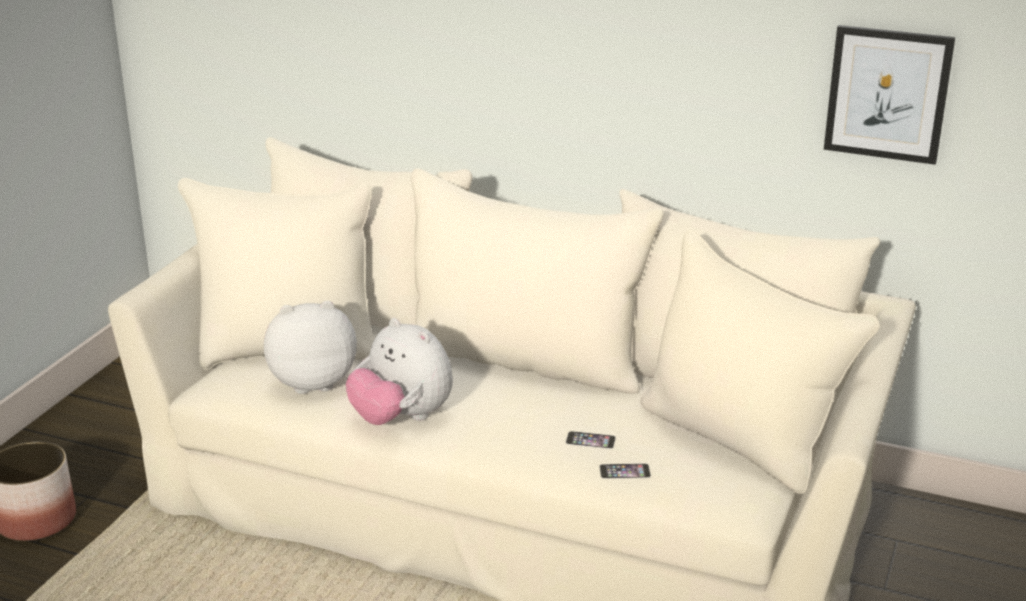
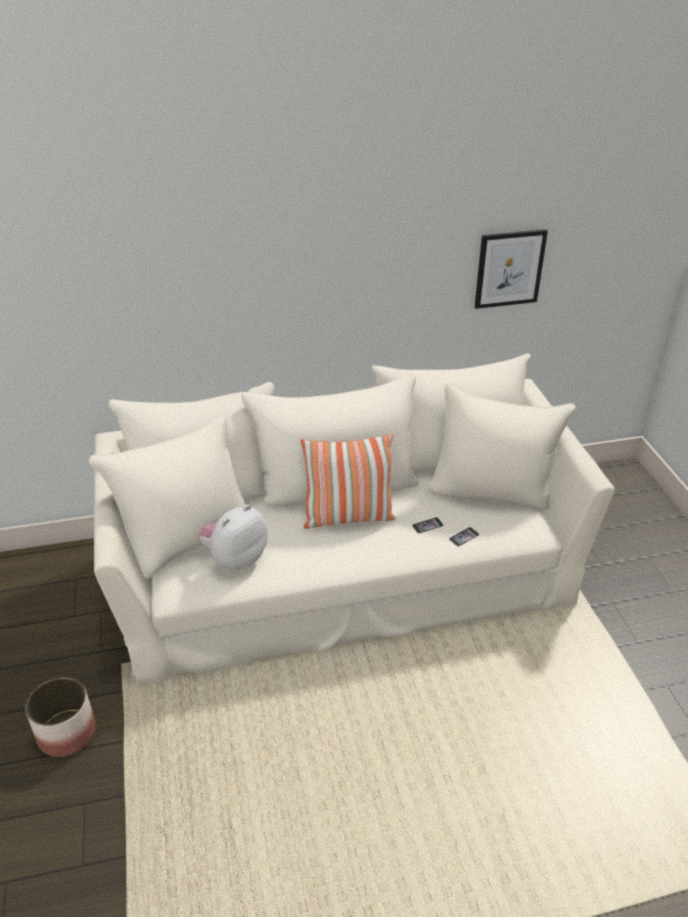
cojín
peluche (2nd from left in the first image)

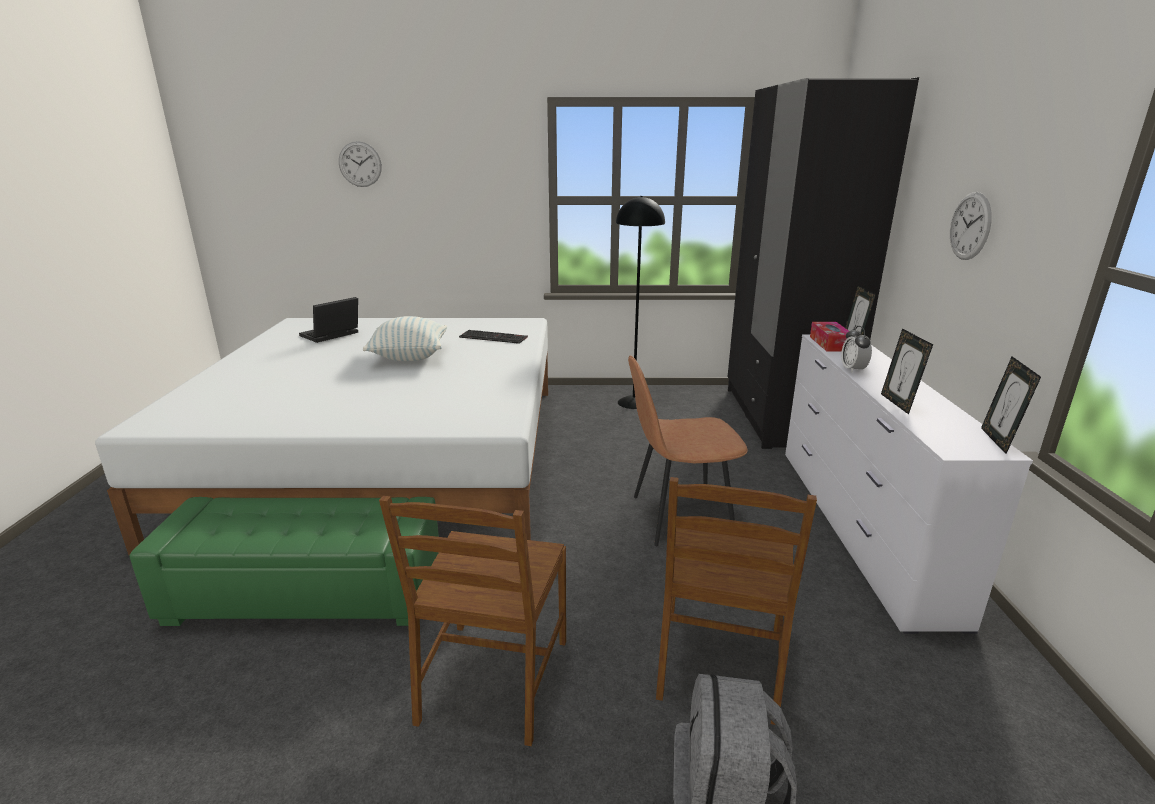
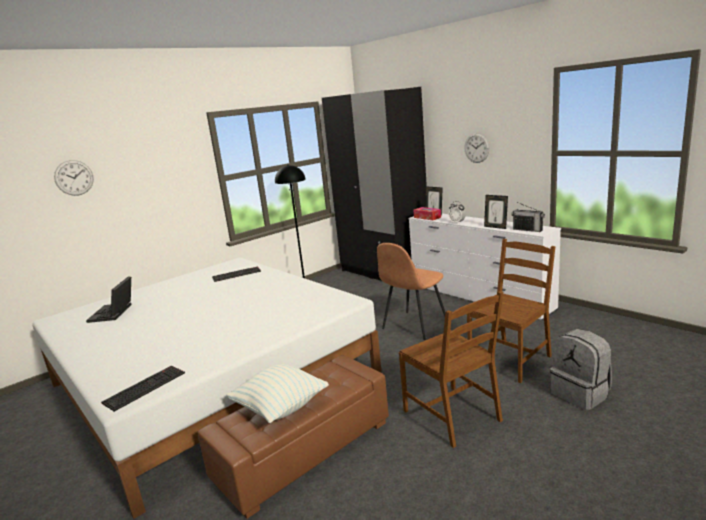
teclado (1st from left)
puf/marrón
cojín
silla/marrón (3rd from left)
radio
portarretratos (3rd from left in the first image)

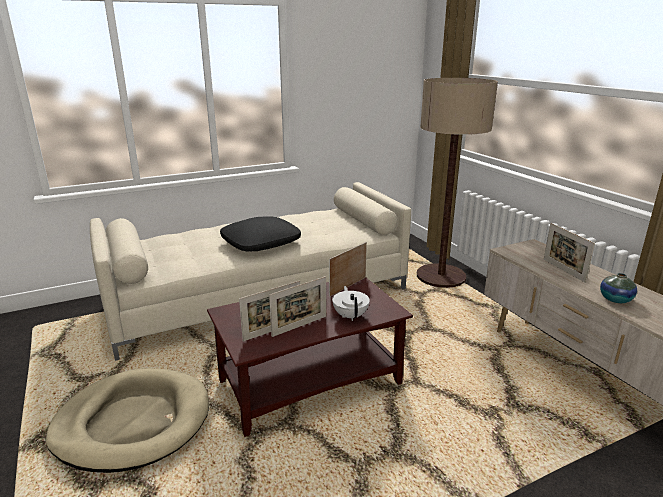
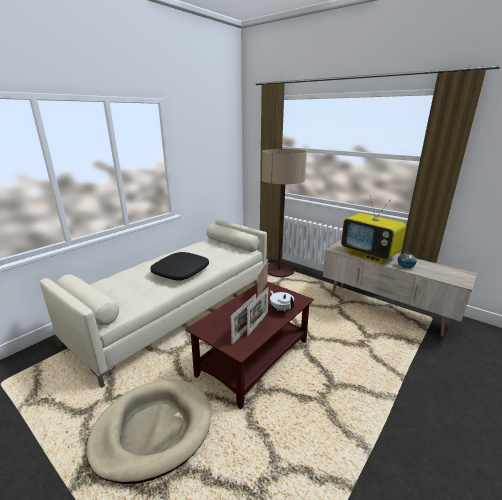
televisor

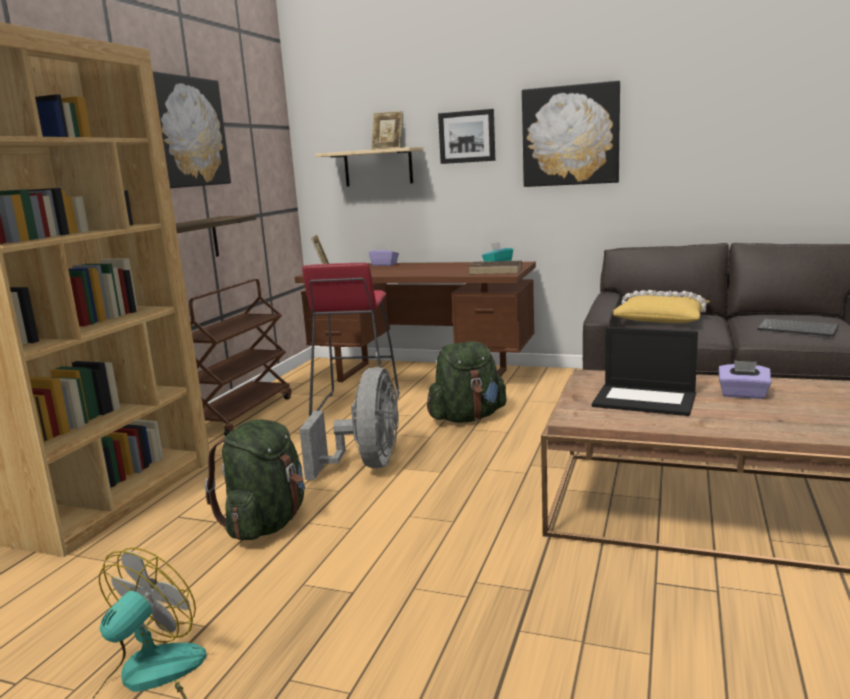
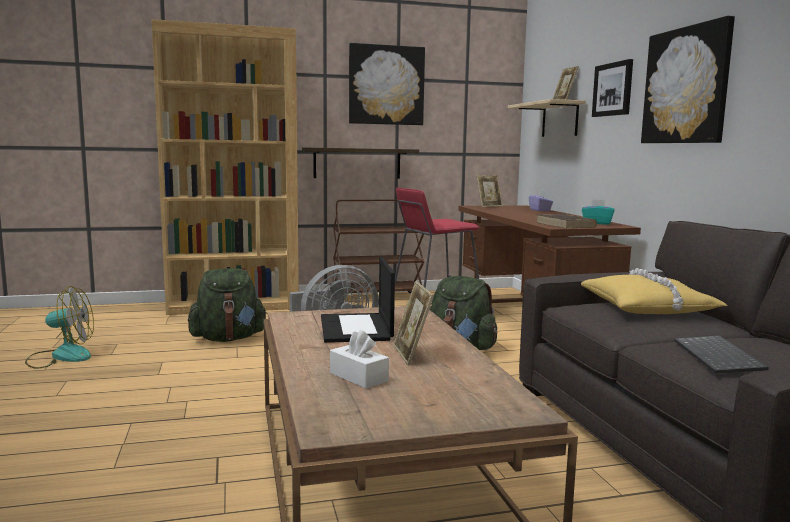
caja de pañuelos/blanco
portarretratos (1st from left)

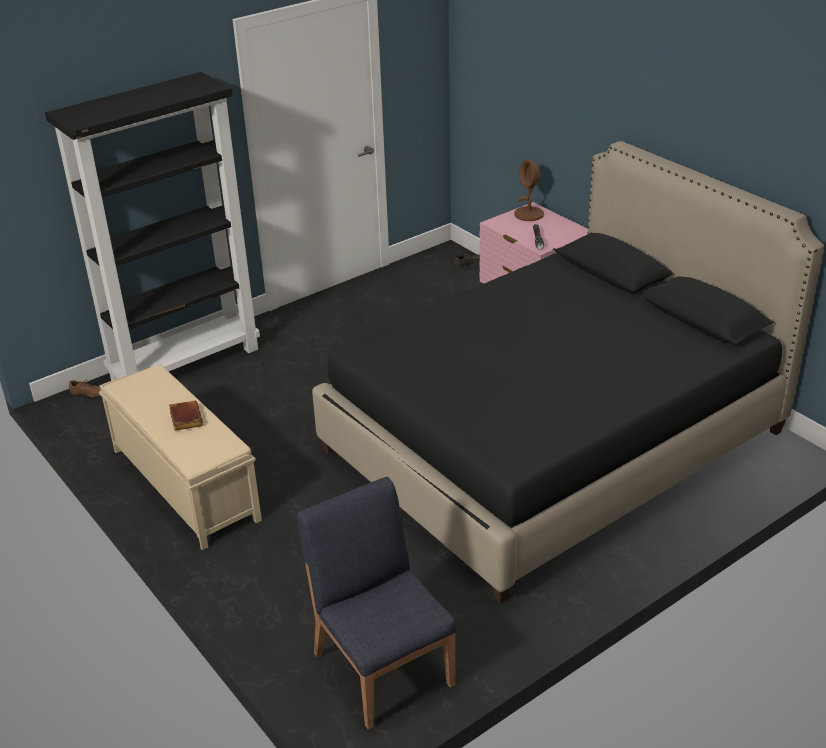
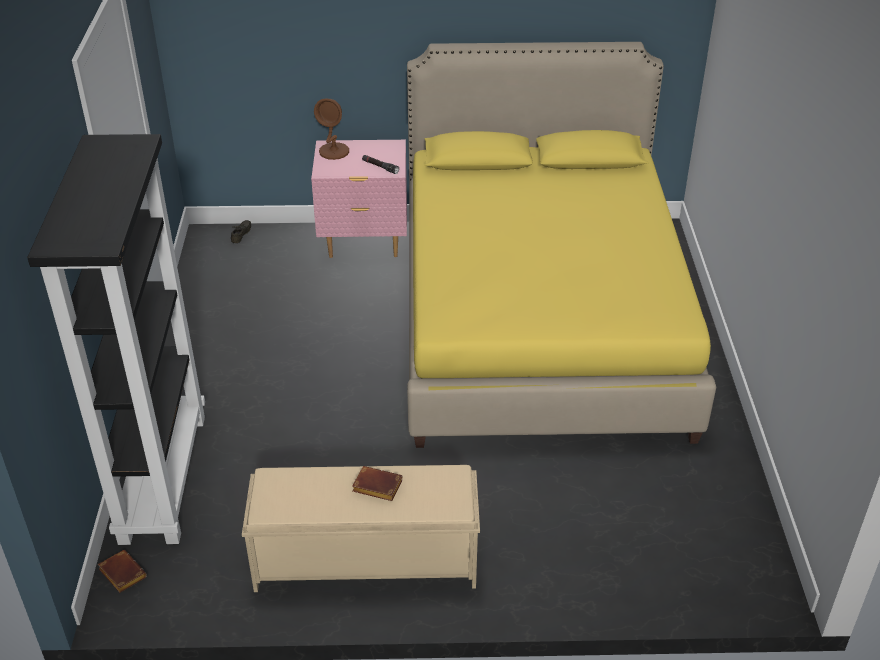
libro/marrón (1st from left)
cama/amarillo
silla/azul

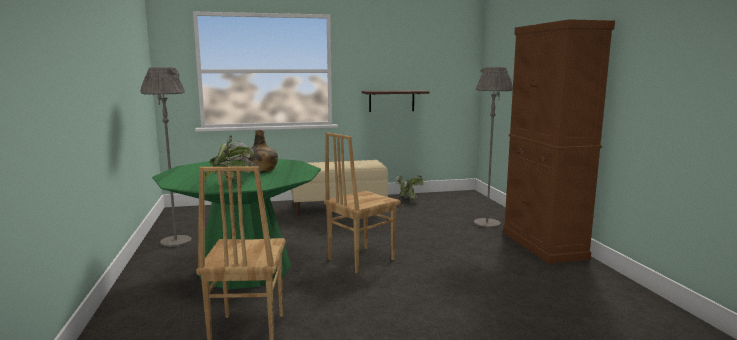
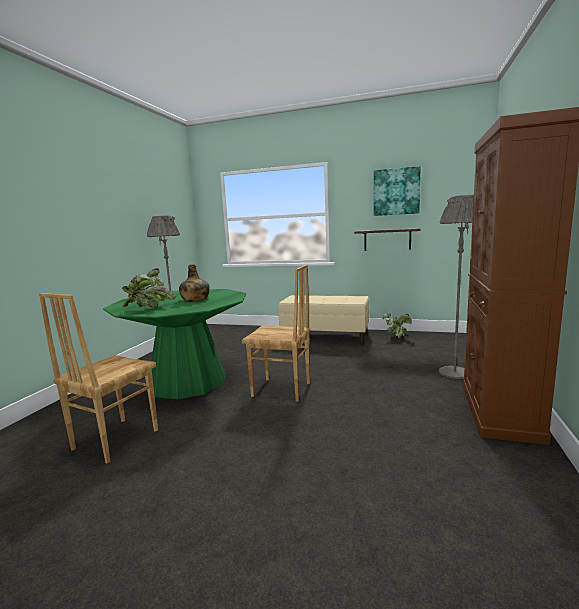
silla/marrón (2nd from left)
cuadro

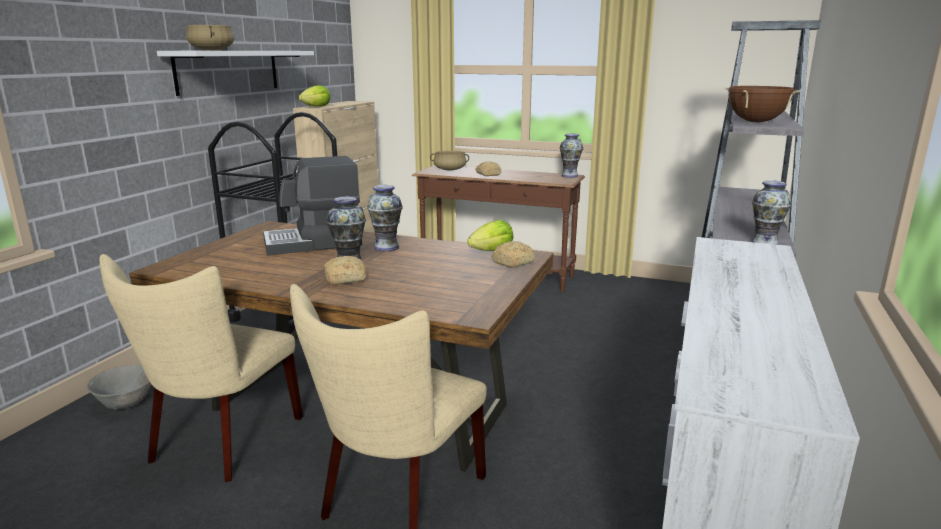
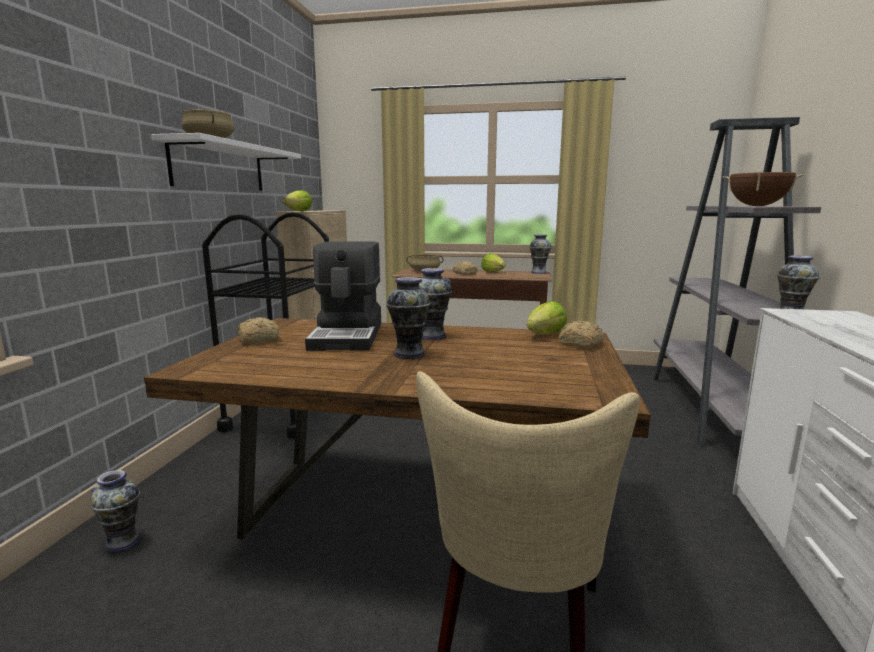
florero (1st from left)
pan (1st from left)
cafetera
lechuga (2nd from left)
silla/beis (1st from left in the first image)

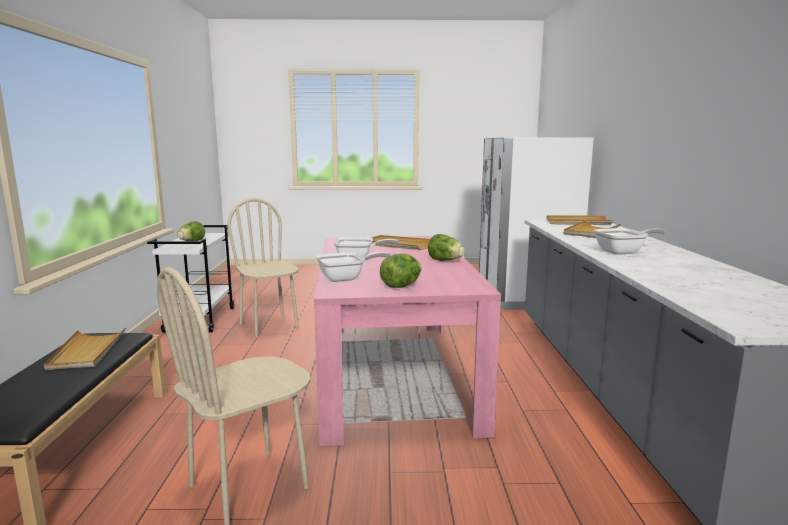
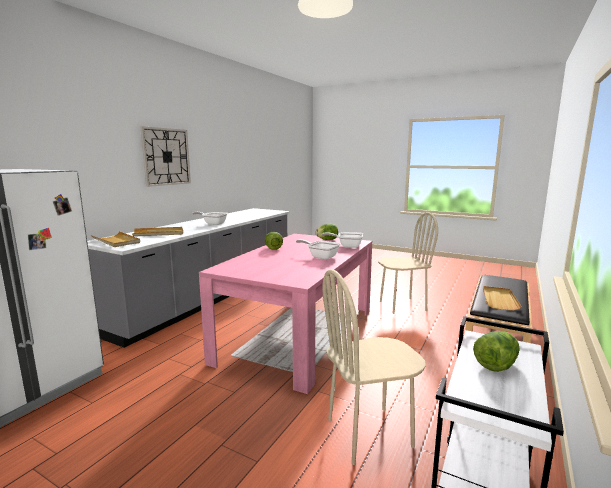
reloj de pared
silla/beis (1st from left)
bandeja/beis (2nd from left in the first image)

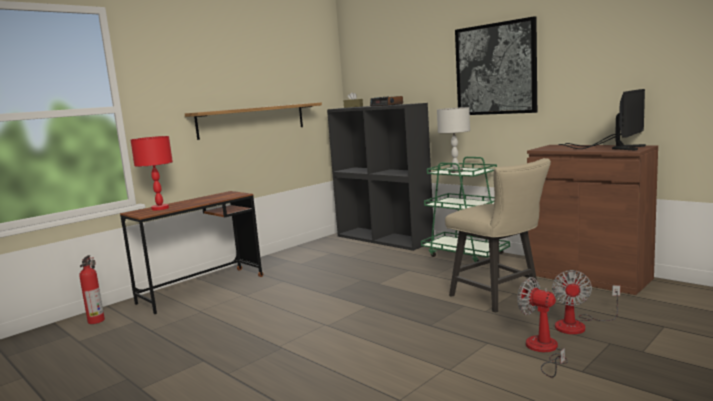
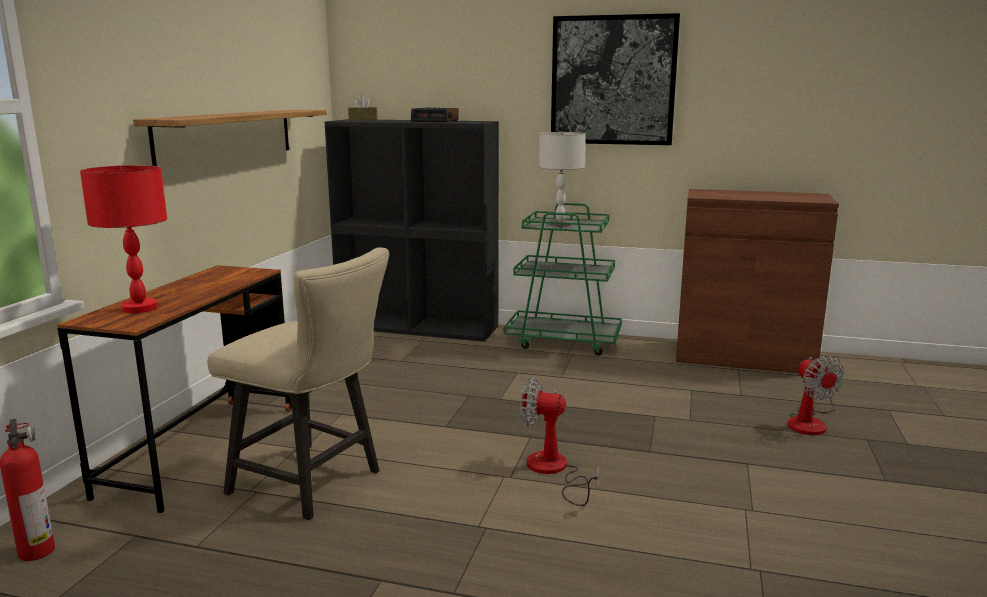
silla/beis
ventilador (1st from left)
monitor

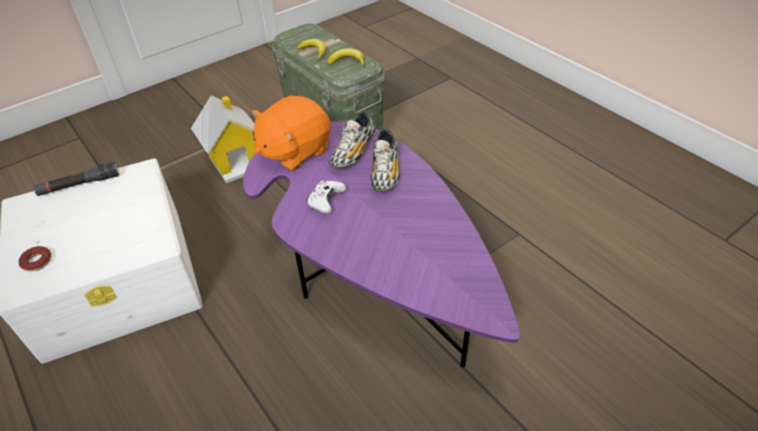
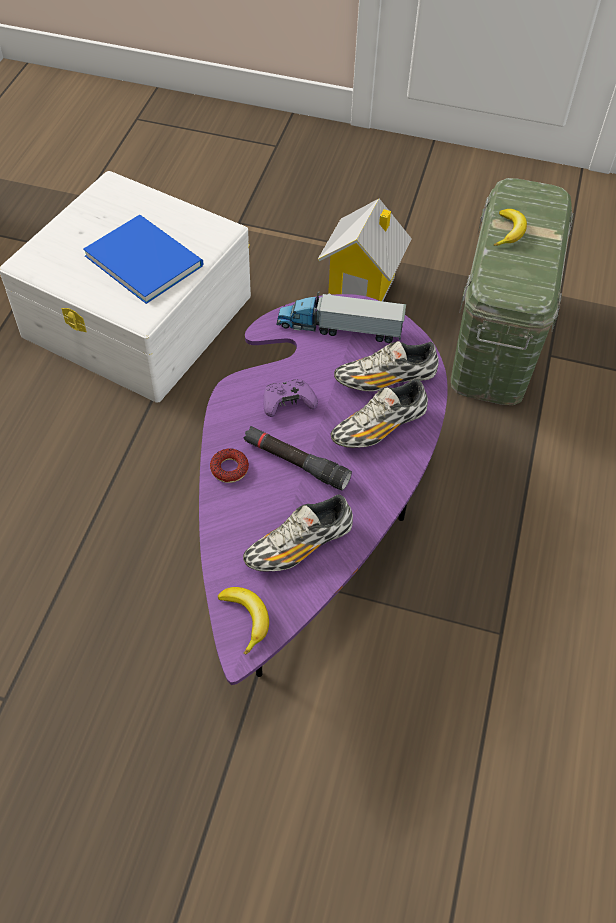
libro/azul
rosquilla
plátano (1st from left)
zapato (1st from left)
linterna/negro
mando de consola/morado
camión de juguete

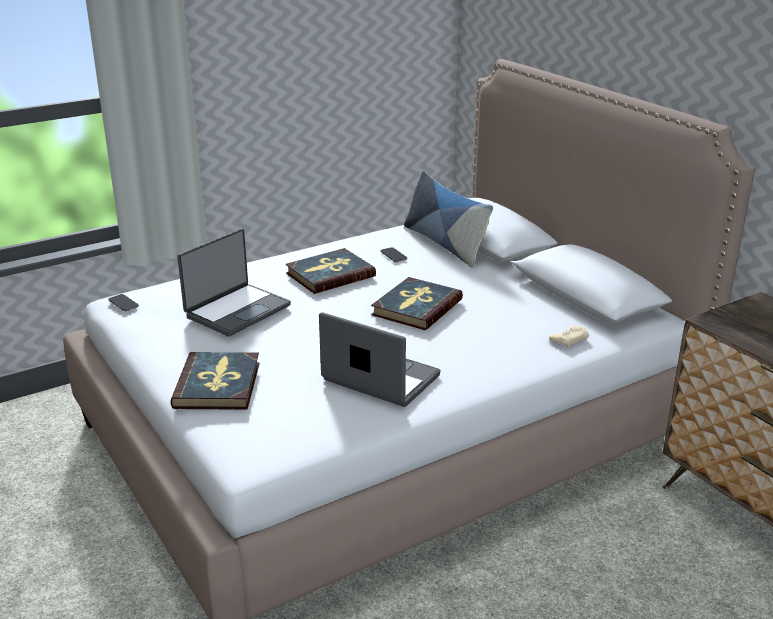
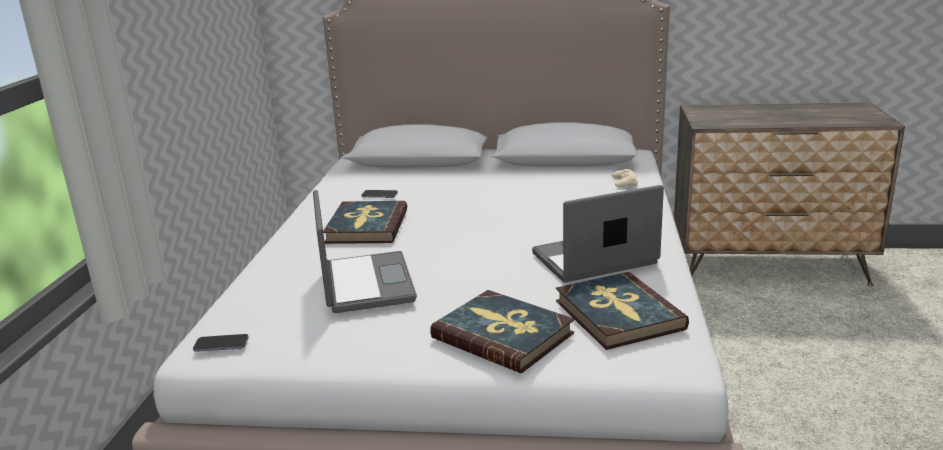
libro (3rd from left)
cojín

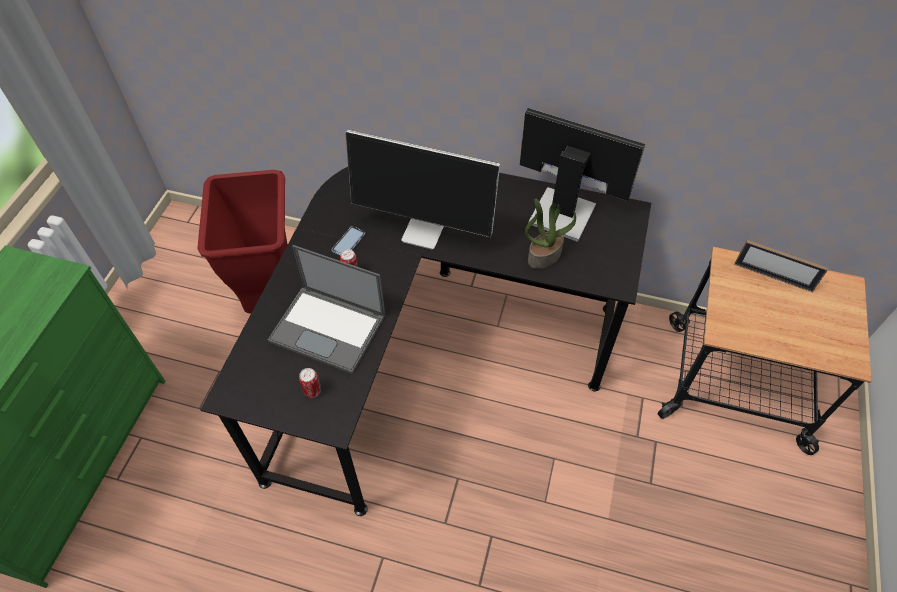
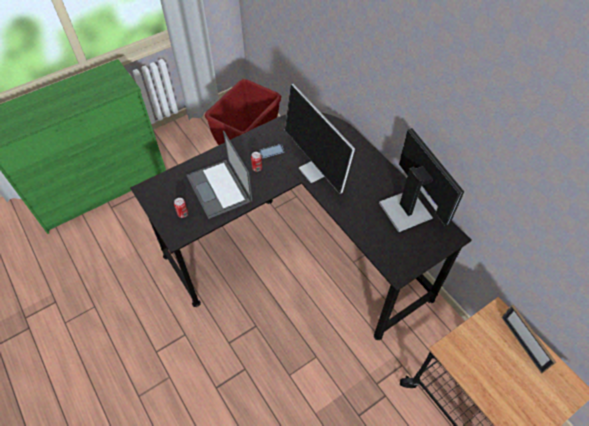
planta en maceta

